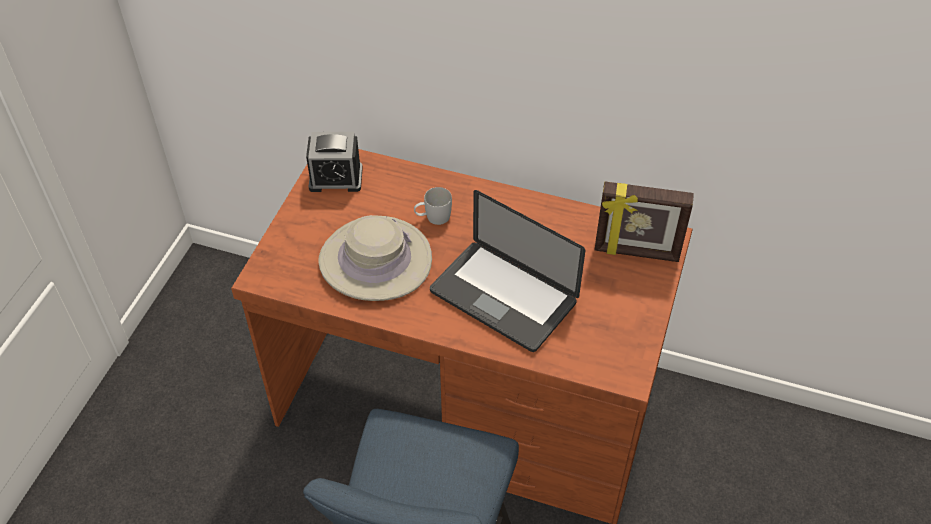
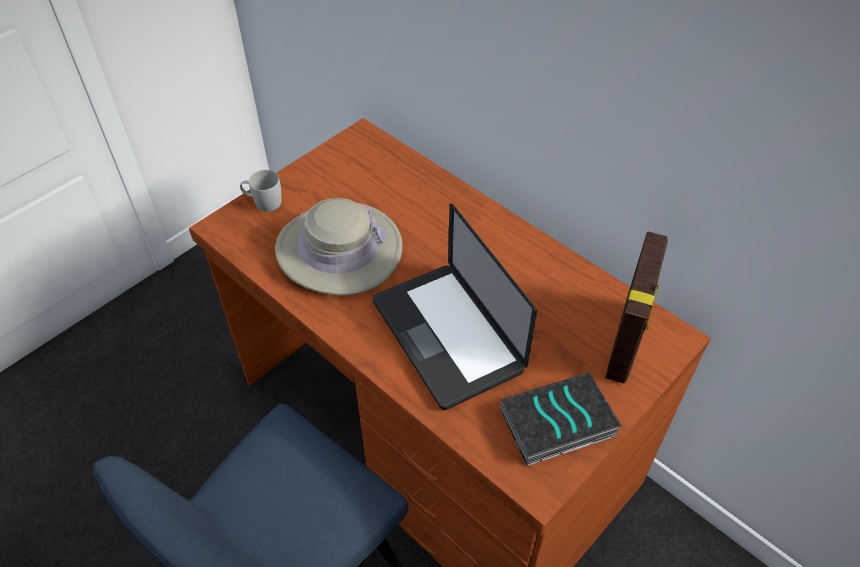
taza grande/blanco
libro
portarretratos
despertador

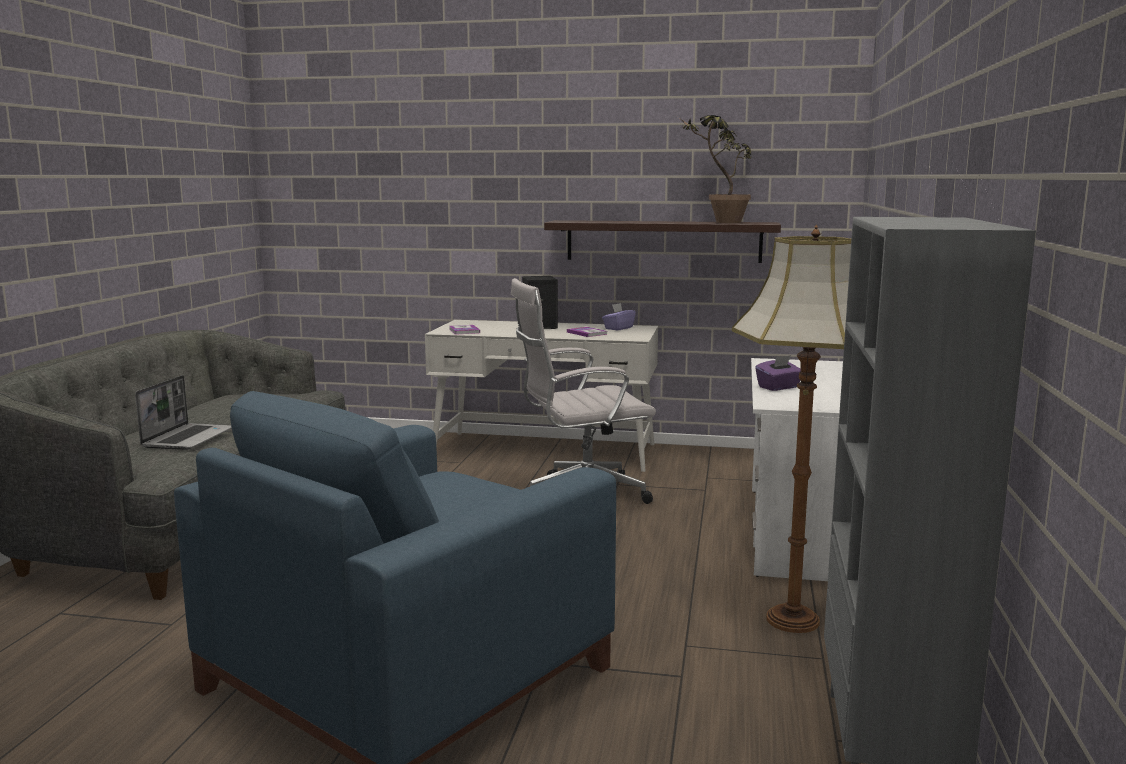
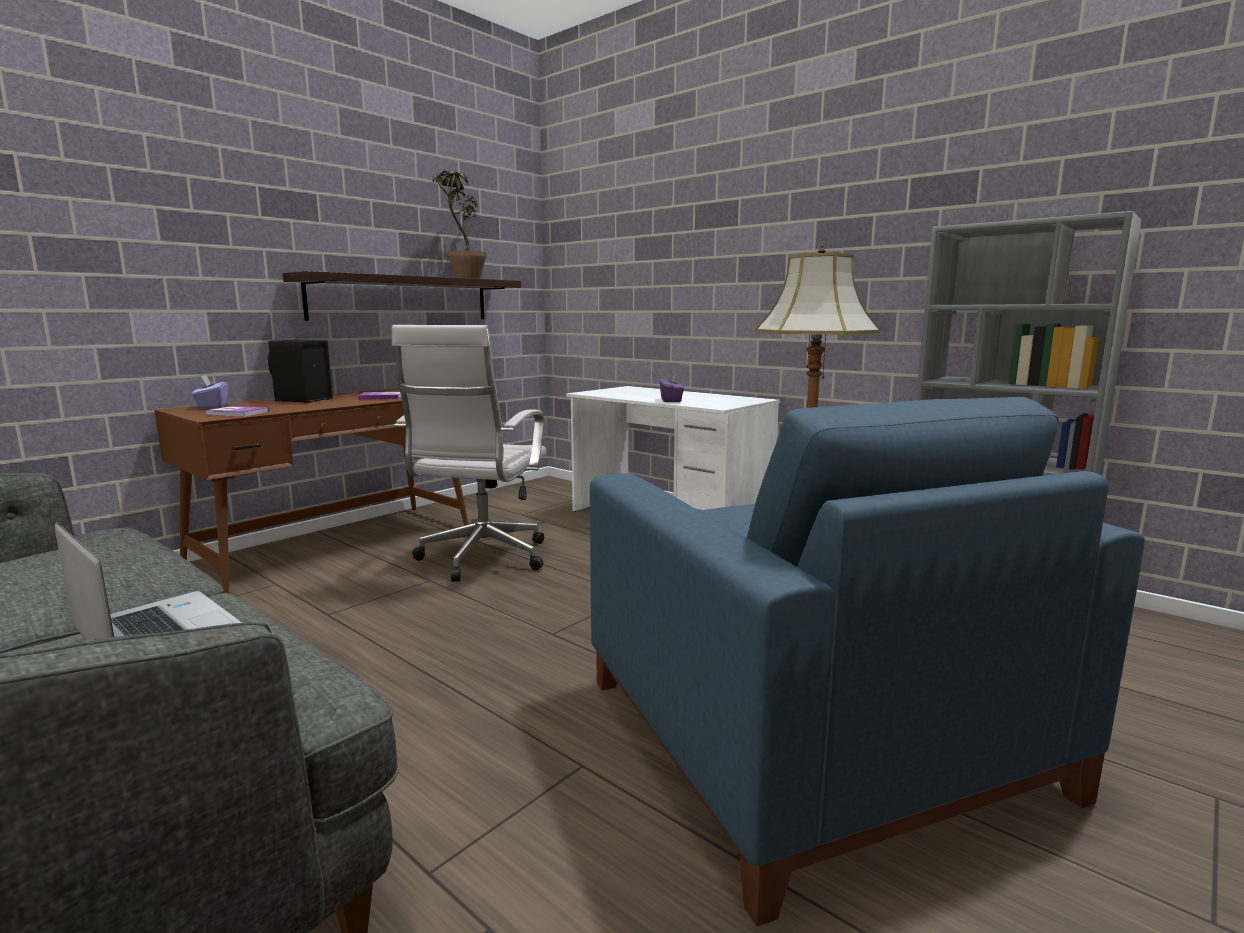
escritorio/marrón
caja de pañuelos/morado (1st from left)

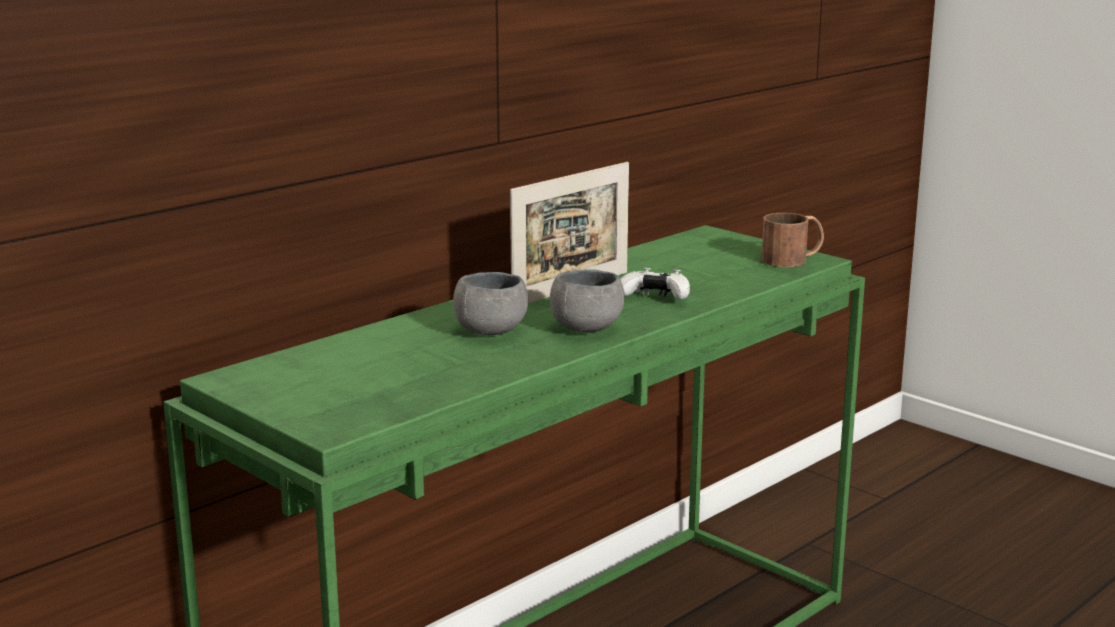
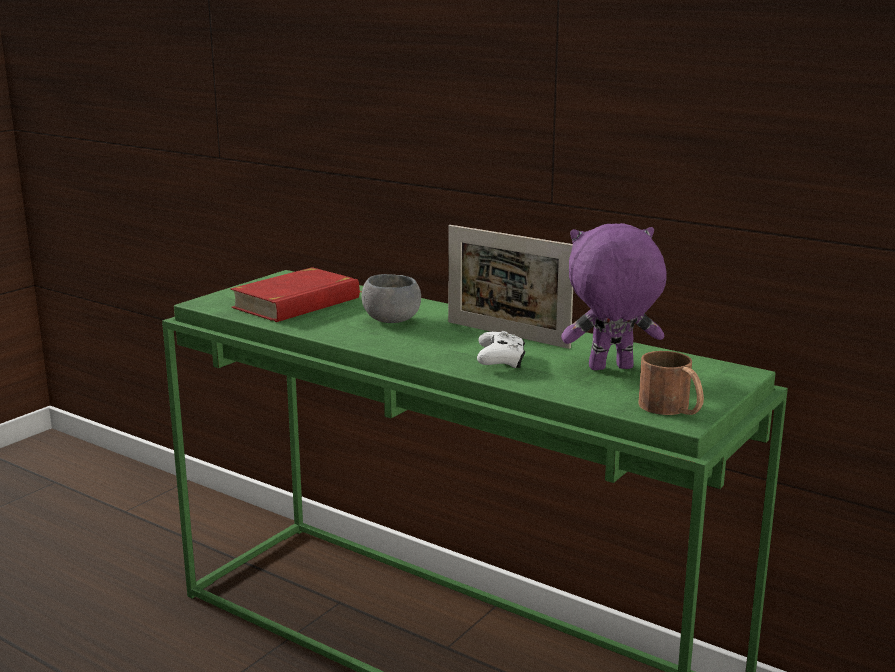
libro/rojo
peluche/morado
cuenco/gris (2nd from left in the first image)

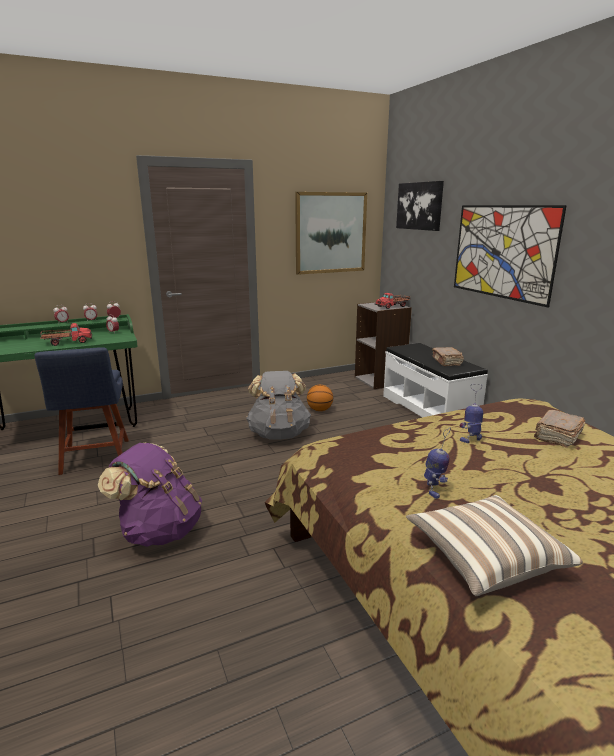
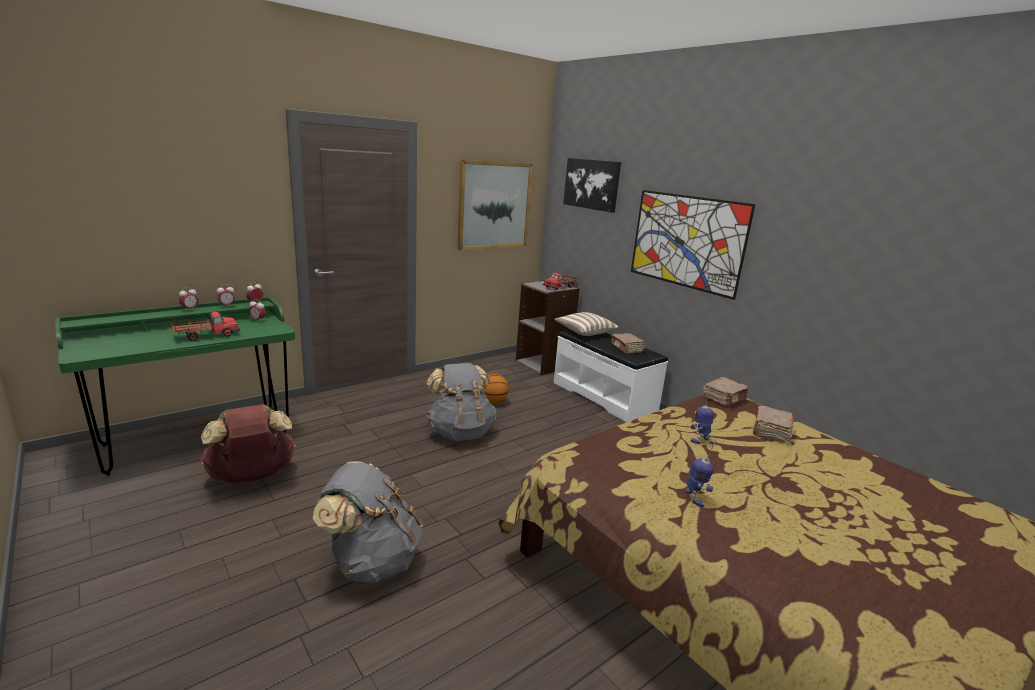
mochila/marrón
mochila/gris (1st from left)
cojín
libro/marrón (2nd from left)

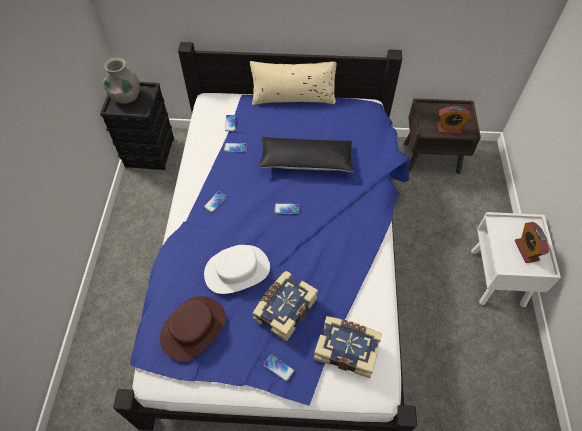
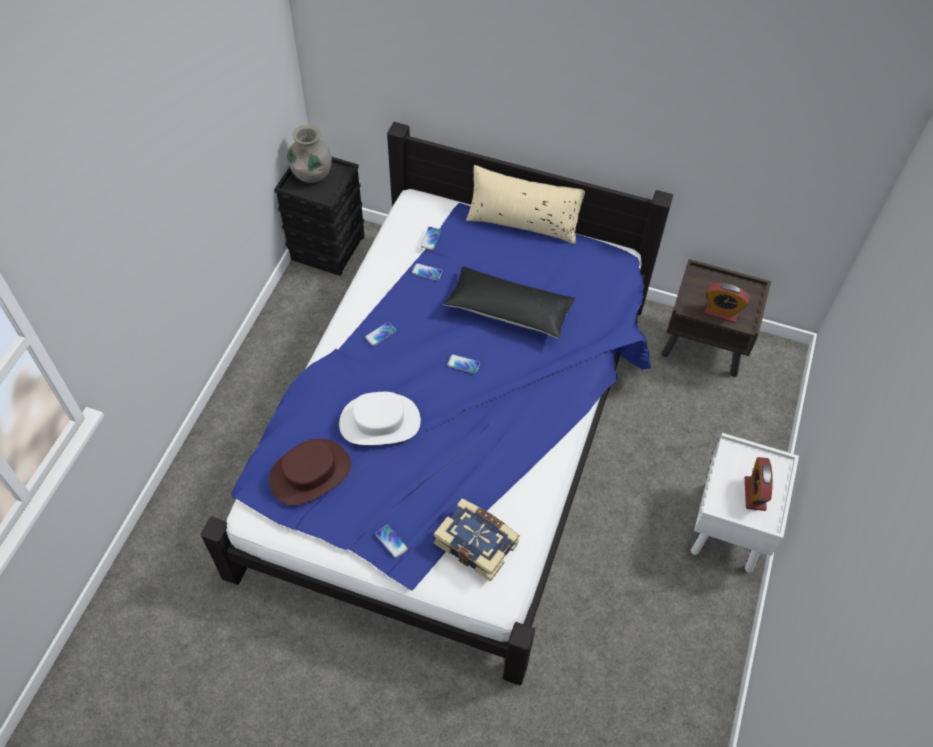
libro (1st from left in the first image)

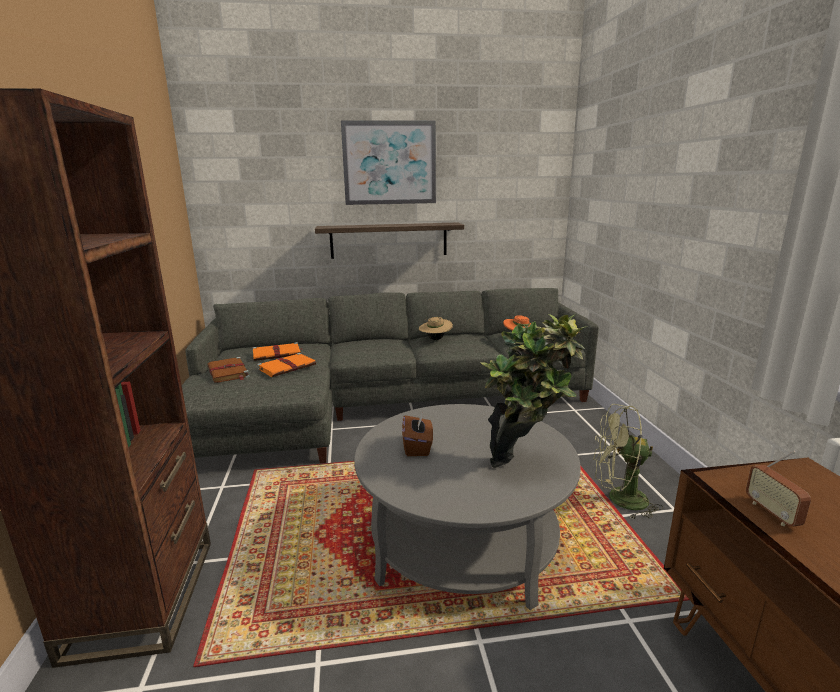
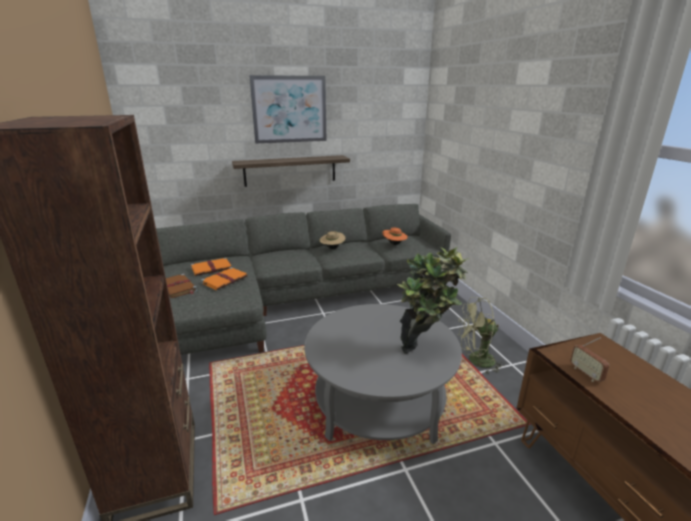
caja de pañuelos/marrón

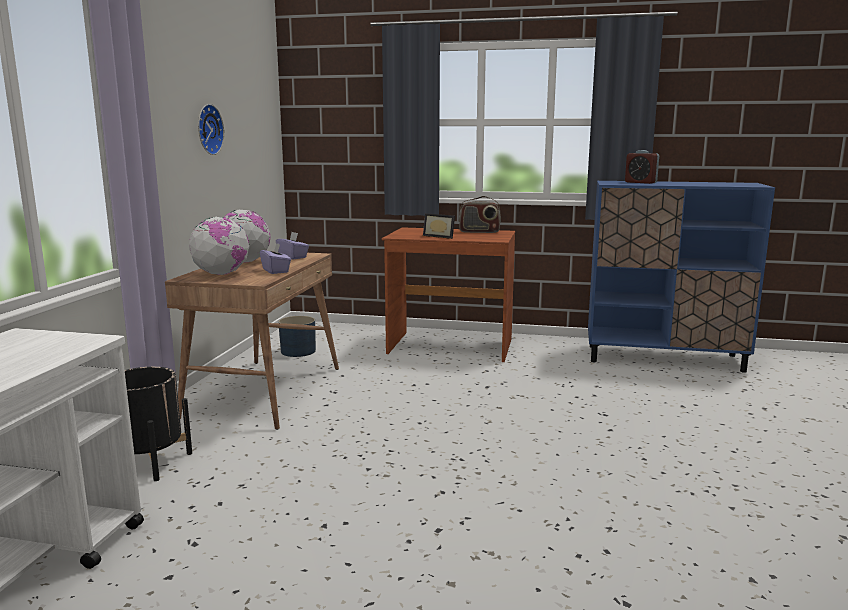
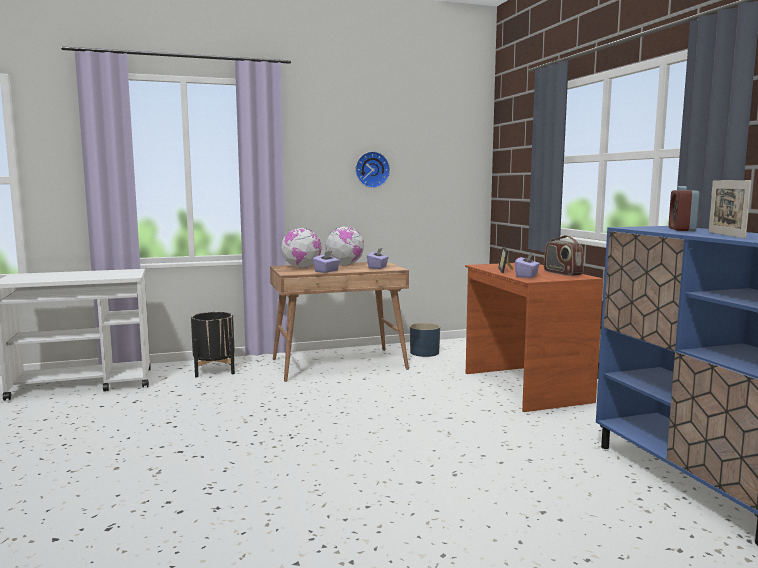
caja de pañuelos/morado (3rd from left)
portarretratos (2nd from left)

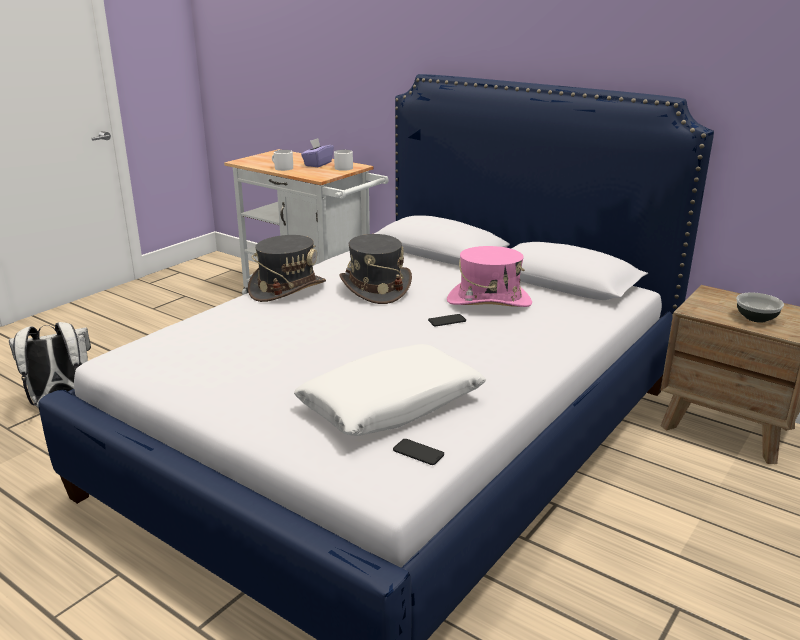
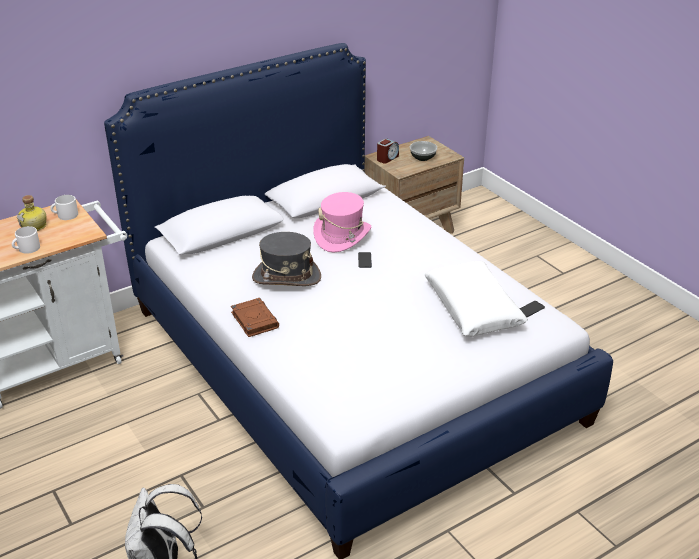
botella
libro/marrón
despertador

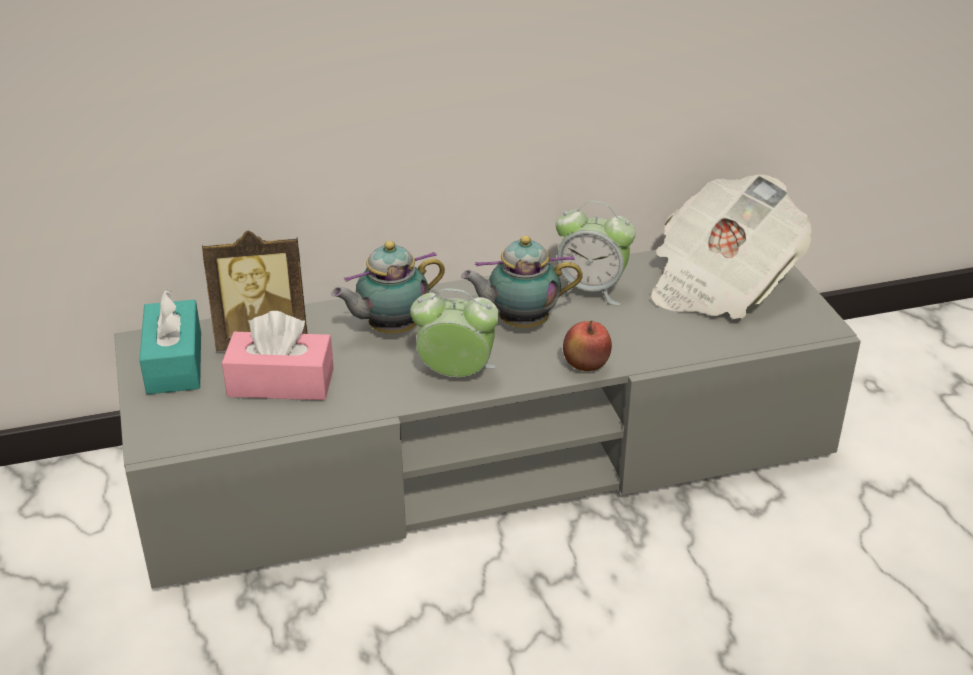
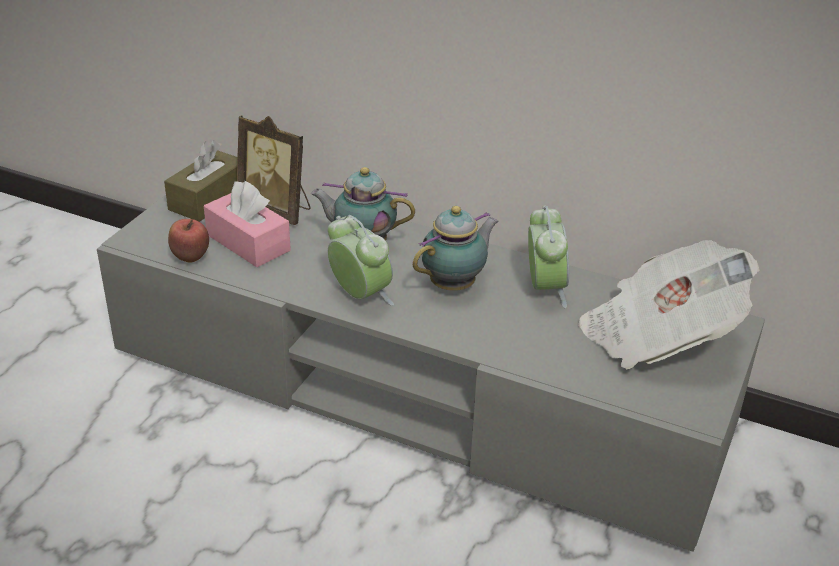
caja de pañuelos/marrón
manzana
tetera (2nd from left)
despertador (2nd from left)

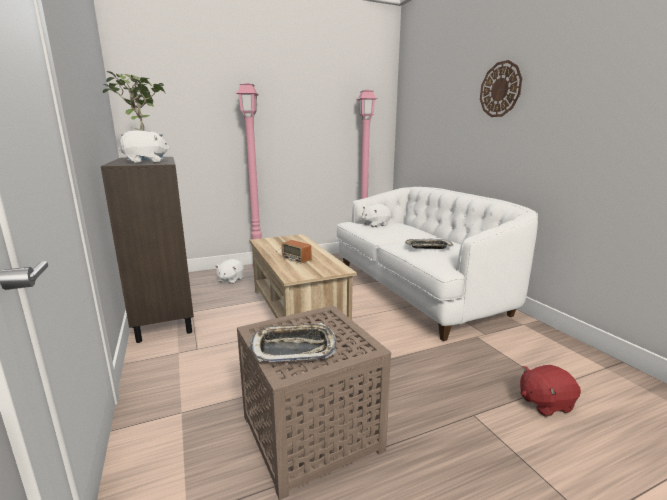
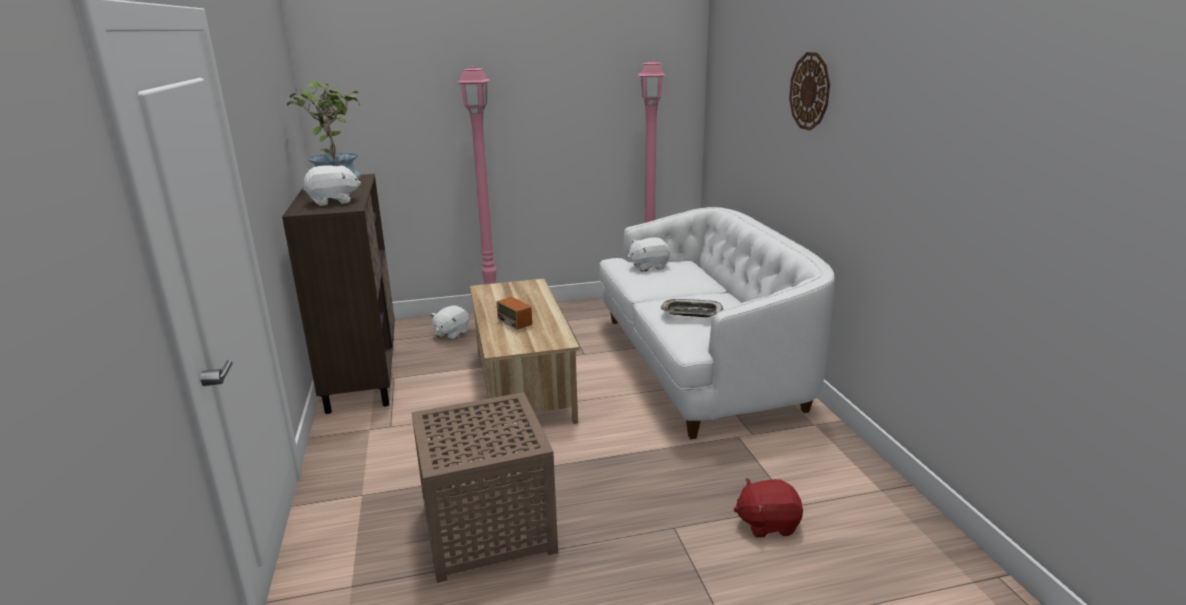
bandeja (1st from left in the first image)

